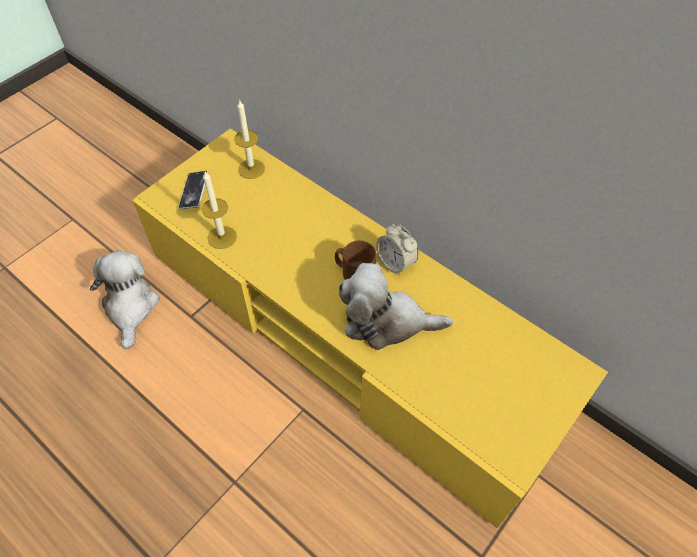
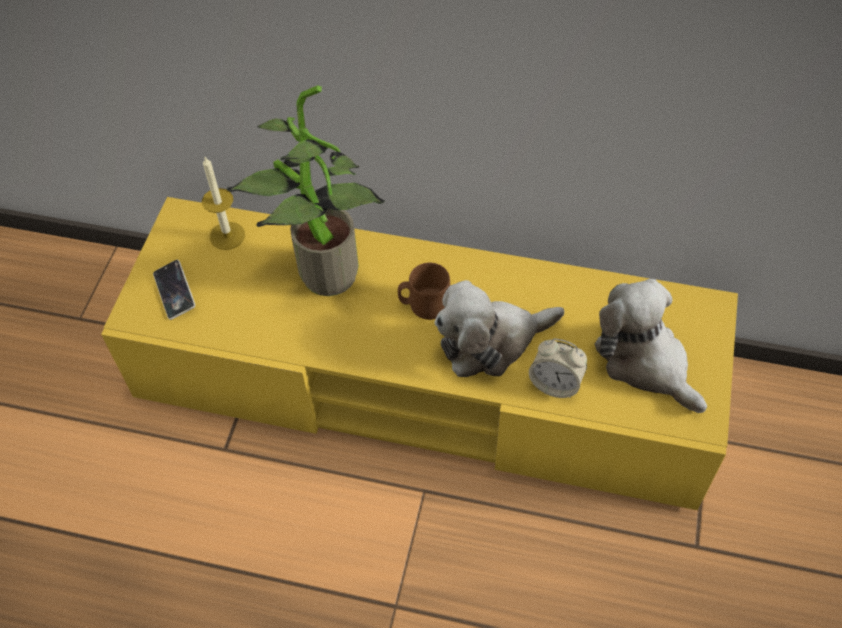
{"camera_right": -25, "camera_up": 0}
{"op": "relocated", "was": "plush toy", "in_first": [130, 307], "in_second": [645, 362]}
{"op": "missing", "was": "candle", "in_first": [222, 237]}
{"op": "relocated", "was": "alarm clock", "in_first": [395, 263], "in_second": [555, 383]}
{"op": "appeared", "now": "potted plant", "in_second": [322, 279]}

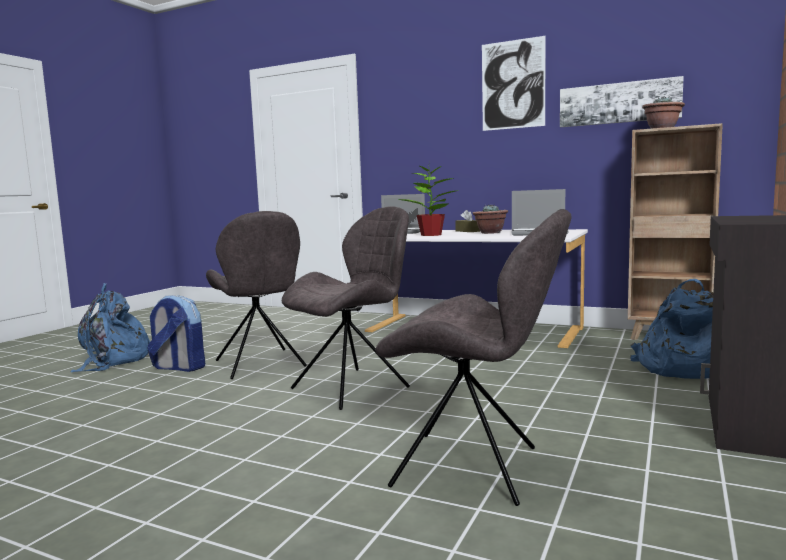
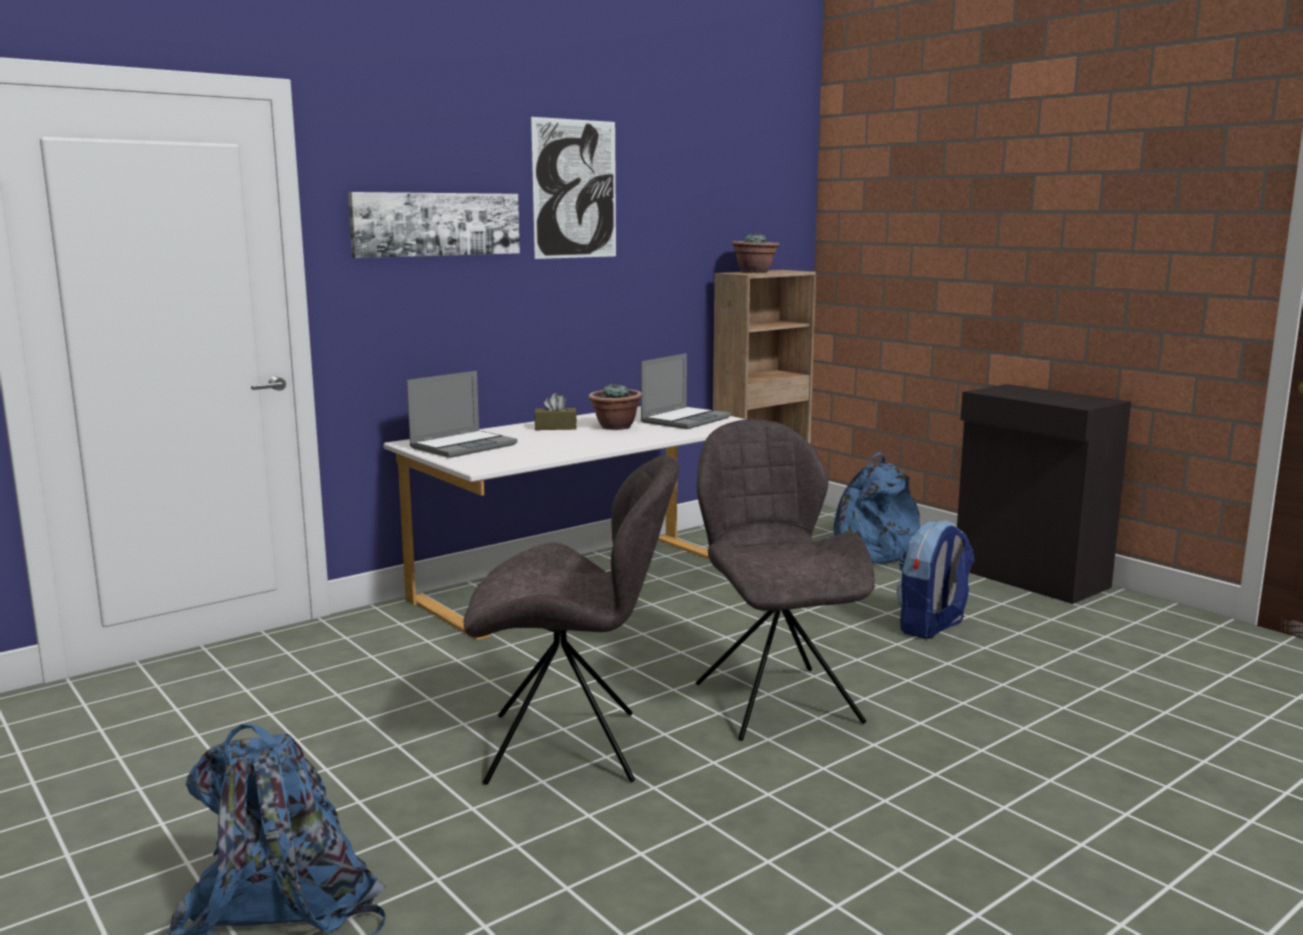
{"camera_right": -65, "camera_up": 5}
{"op": "relocated", "was": "backpack", "in_first": [179, 367], "in_second": [932, 627]}
{"op": "missing", "was": "chair (grey)", "in_first": [472, 468]}
{"op": "missing", "was": "potted plant", "in_first": [431, 235]}
{"op": "relocated", "was": "picture", "in_first": [619, 103], "in_second": [436, 224]}

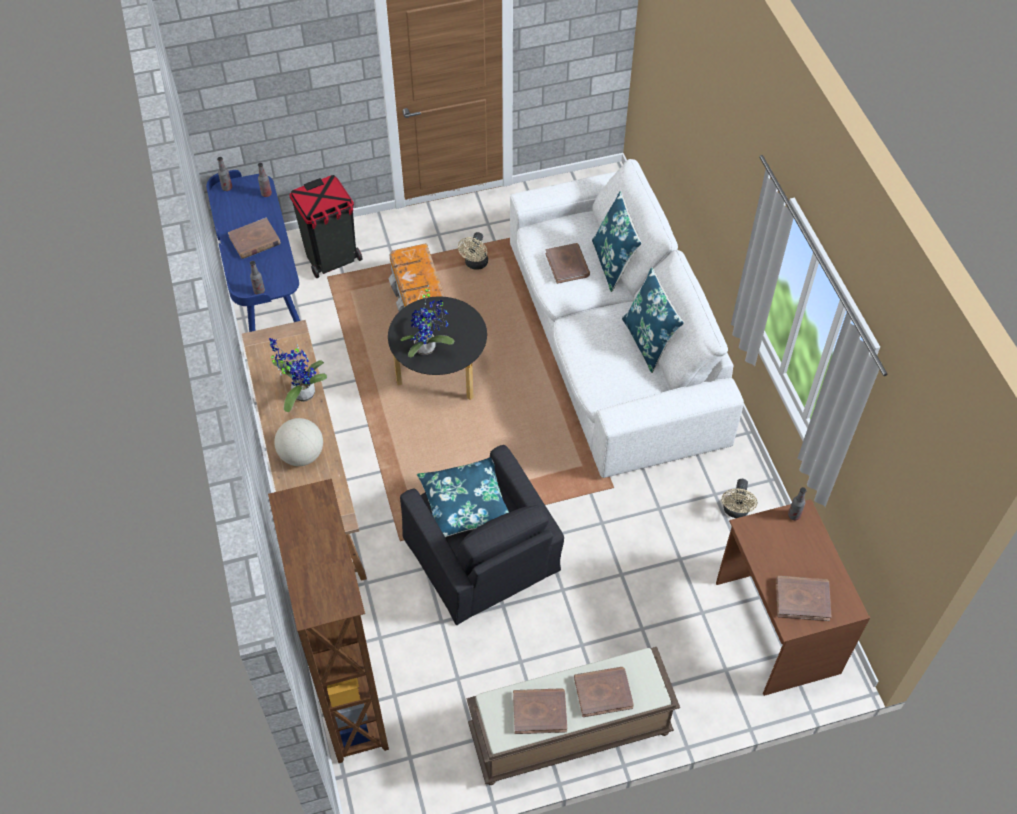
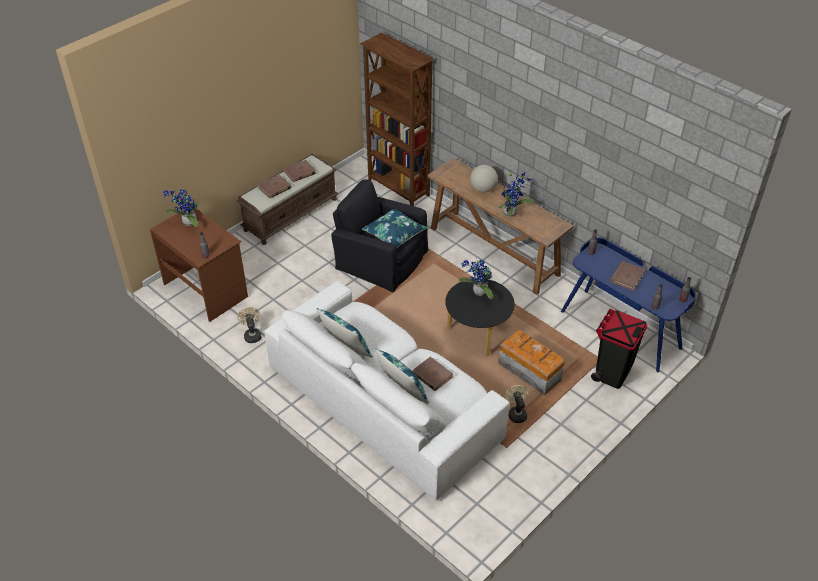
{"camera_right": 150, "camera_up": -10}
{"op": "exchanged", "was": "book (brown)", "now": "potted plant", "in_first": [802, 599], "in_second": [188, 223]}

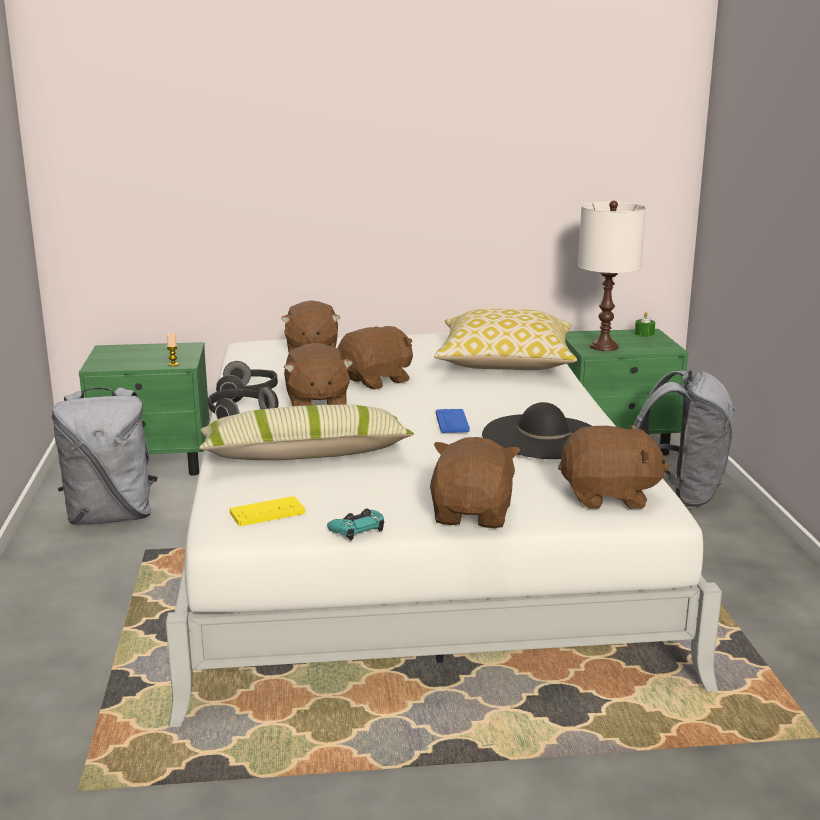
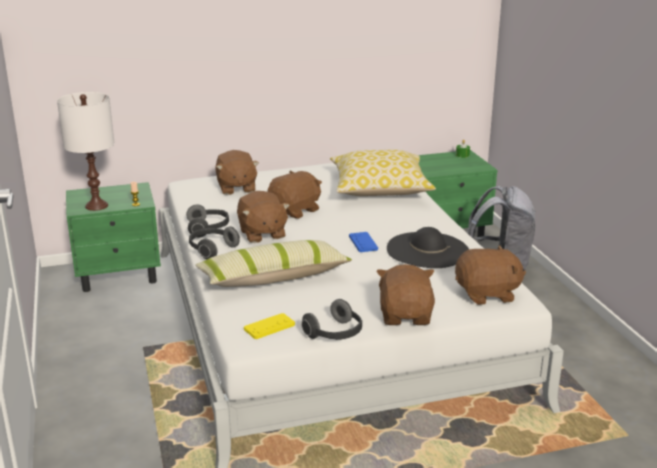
{"camera_right": -10, "camera_up": 5}
{"op": "missing", "was": "backpack (grey)", "in_first": [111, 516]}
{"op": "exchanged", "was": "game controller (turquoise)", "now": "headphones", "in_first": [357, 529], "in_second": [335, 334]}
{"op": "relocated", "was": "table lamp (white)", "in_first": [604, 347], "in_second": [96, 206]}

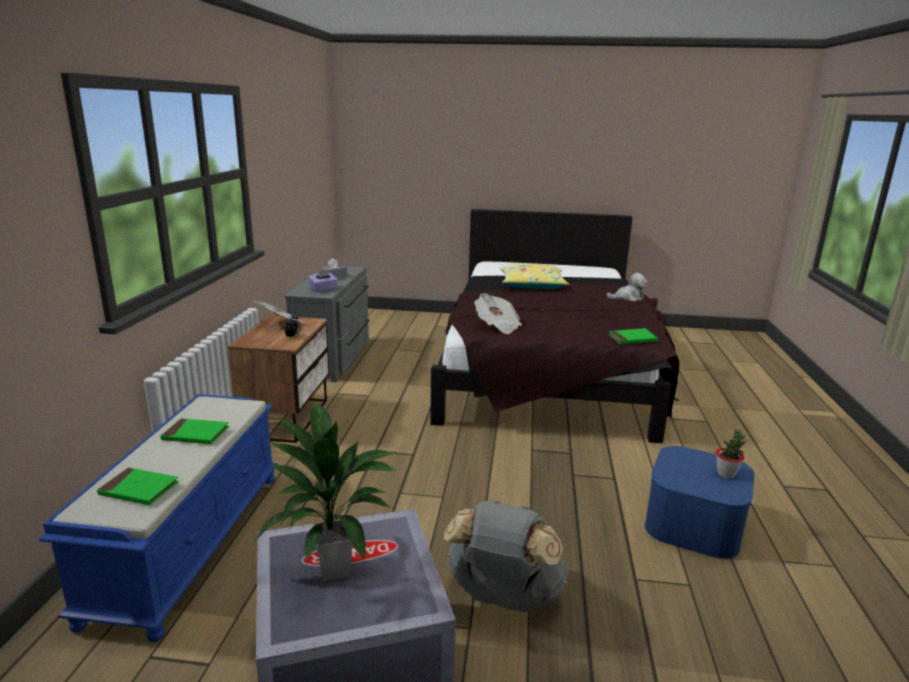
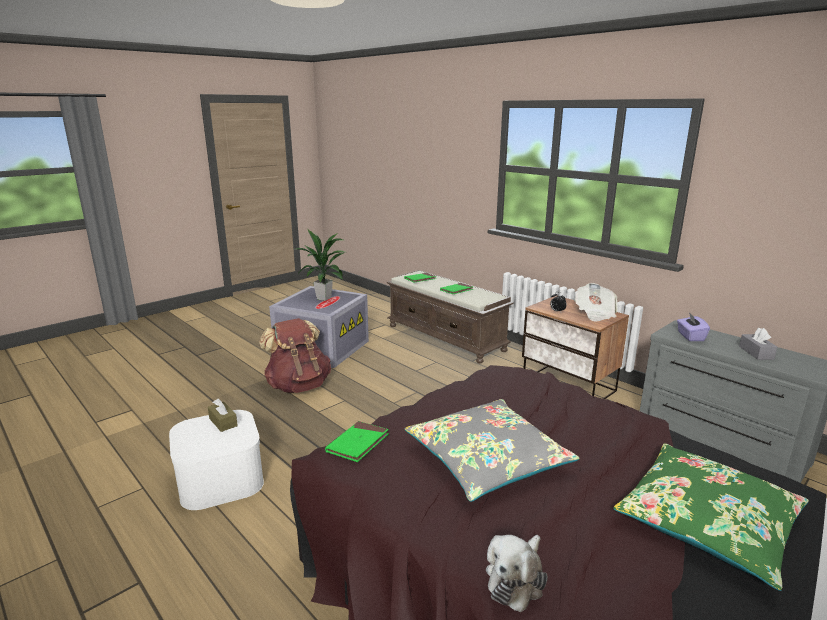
{"camera_right": 130, "camera_up": 0}
{"op": "colour", "was": "bench (blue)", "now": "bench (brown)", "in_first": [189, 541], "in_second": [446, 338]}
{"op": "colour", "was": "backpack (grey)", "now": "backpack (brown)", "in_first": [503, 598], "in_second": [298, 385]}
{"op": "missing", "was": "newspaper", "in_first": [497, 326]}
{"op": "colour", "was": "pillow (yellow)", "now": "pillow (green)", "in_first": [532, 285], "in_second": [707, 523]}
{"op": "colour", "was": "storage box (blue)", "now": "storage box (white)", "in_first": [694, 524], "in_second": [220, 479]}
{"op": "missing", "was": "potted plant", "in_first": [726, 474]}
{"op": "appeared", "now": "tissue box (brown)", "in_second": [223, 422]}
{"op": "appeared", "now": "pillow (grey)", "in_second": [487, 460]}

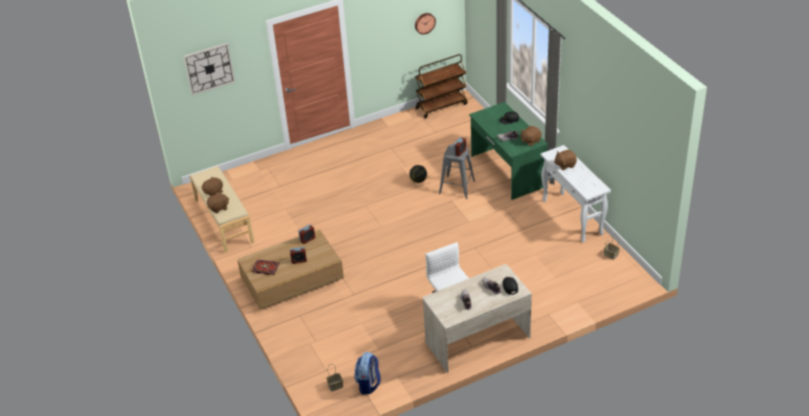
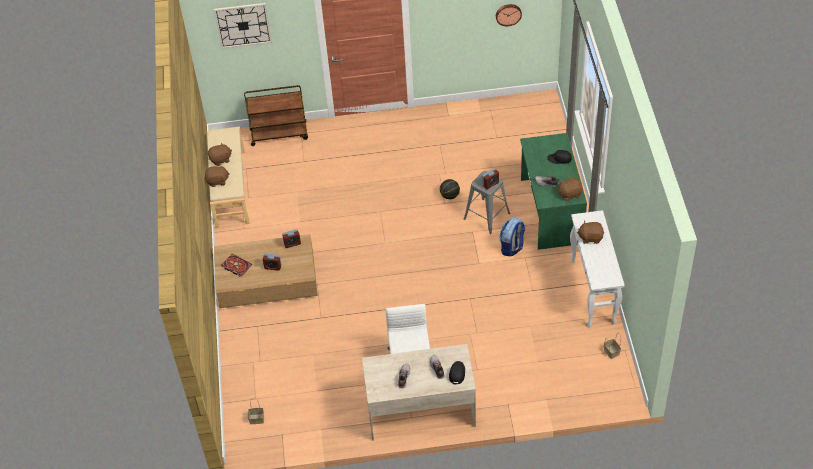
{"camera_right": 20, "camera_up": 10}
{"op": "relocated", "was": "backpack", "in_first": [368, 384], "in_second": [512, 247]}
{"op": "relocated", "was": "cart (brown)", "in_first": [441, 106], "in_second": [279, 134]}

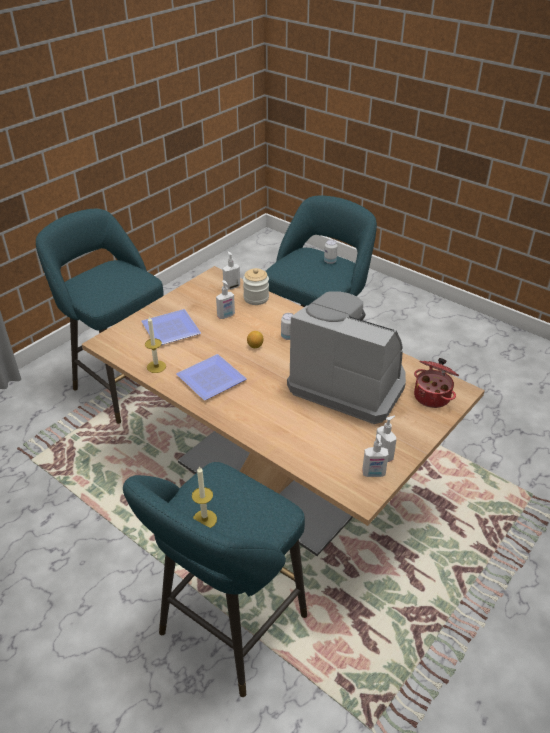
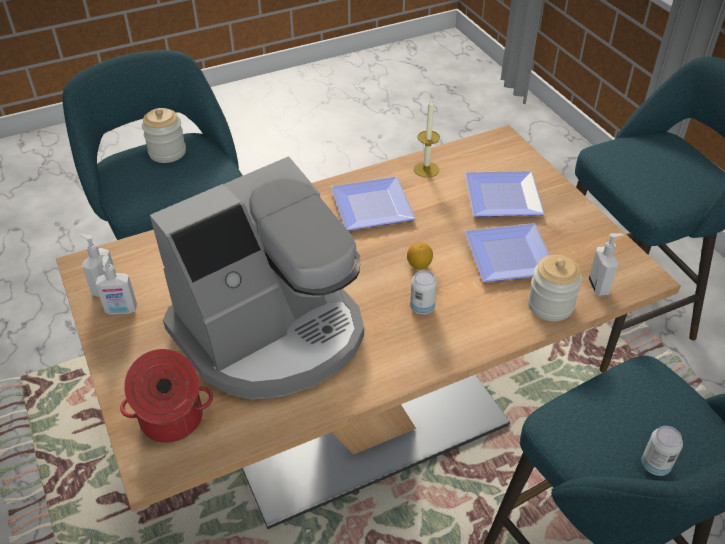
{"camera_right": 115, "camera_up": 5}
{"op": "exchanged", "was": "candle", "now": "jar", "in_first": [204, 519], "in_second": [167, 152]}
{"op": "exchanged", "was": "soap dispenser", "now": "plate", "in_first": [226, 316], "in_second": [512, 257]}

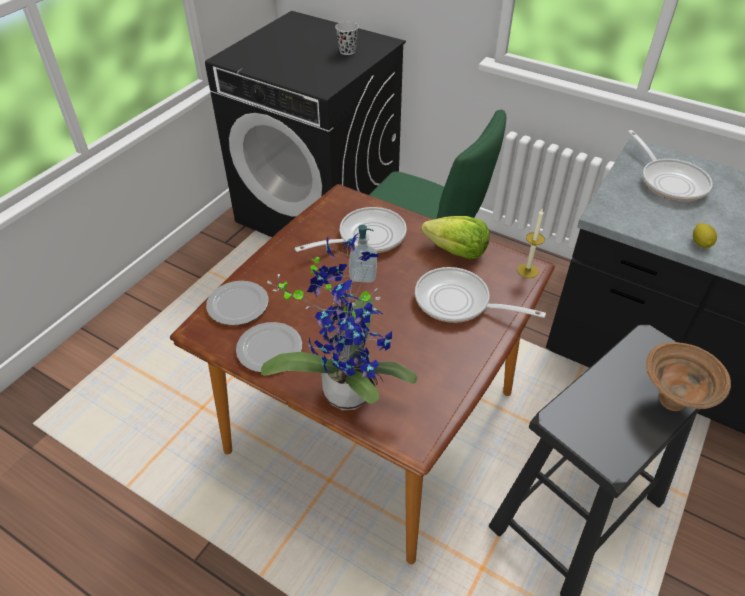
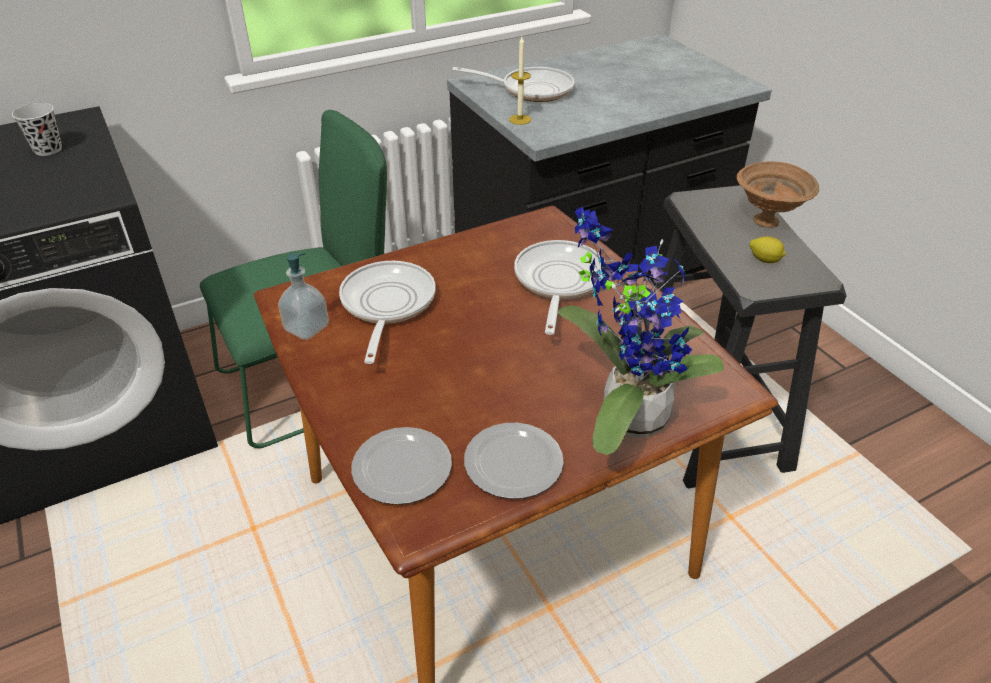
{"camera_right": -60, "camera_up": -5}
{"op": "relocated", "was": "soap dispenser", "in_first": [363, 275], "in_second": [306, 328]}
{"op": "spun", "was": "frying pan", "in_first": [458, 302], "in_second": [558, 282], "clockwise": 135}
{"op": "missing", "was": "lettuce", "in_first": [456, 251]}
{"op": "relocated", "was": "candle", "in_first": [527, 271], "in_second": [520, 119]}
{"op": "relocated", "was": "lemon", "in_first": [700, 243], "in_second": [764, 260]}

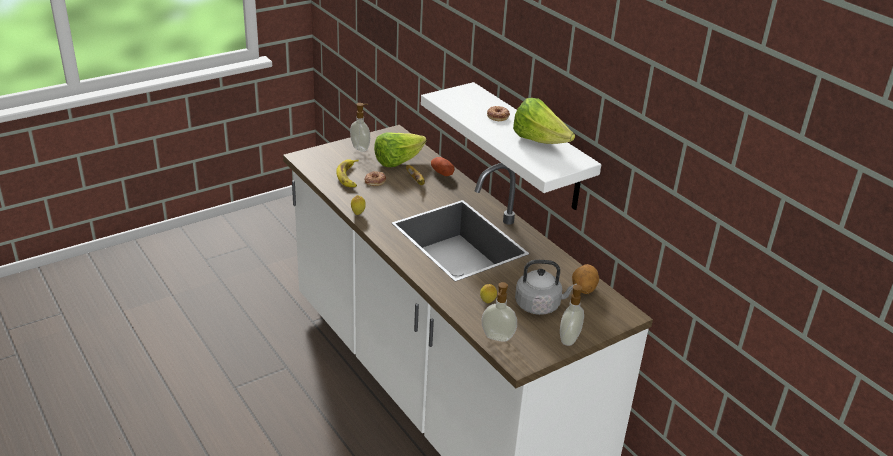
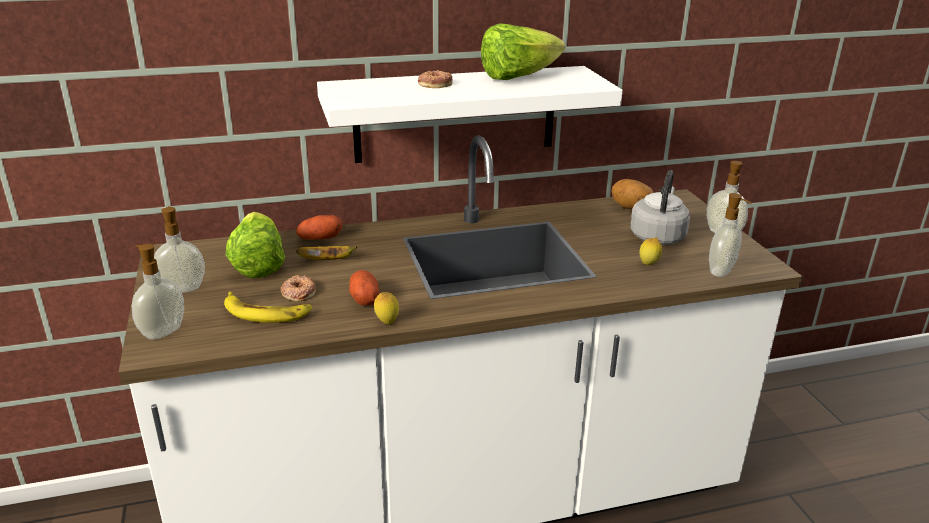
{"camera_right": -70, "camera_up": -5}
{"op": "appeared", "now": "soap dispenser", "in_second": [162, 331]}
{"op": "appeared", "now": "potato", "in_second": [364, 298]}

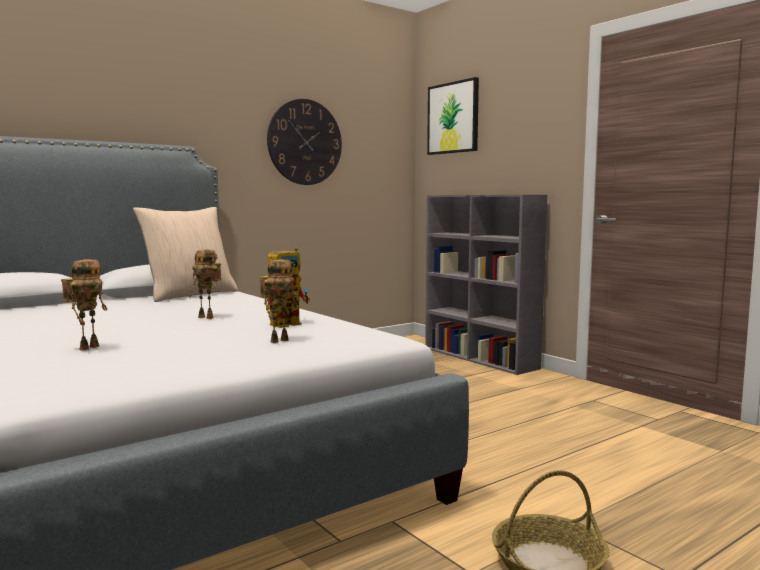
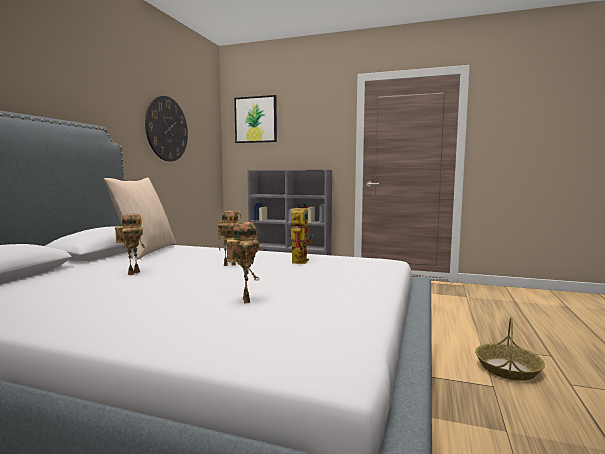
{"camera_right": -35, "camera_up": 0}
{"op": "relocated", "was": "toy robot", "in_first": [279, 340], "in_second": [133, 273]}

